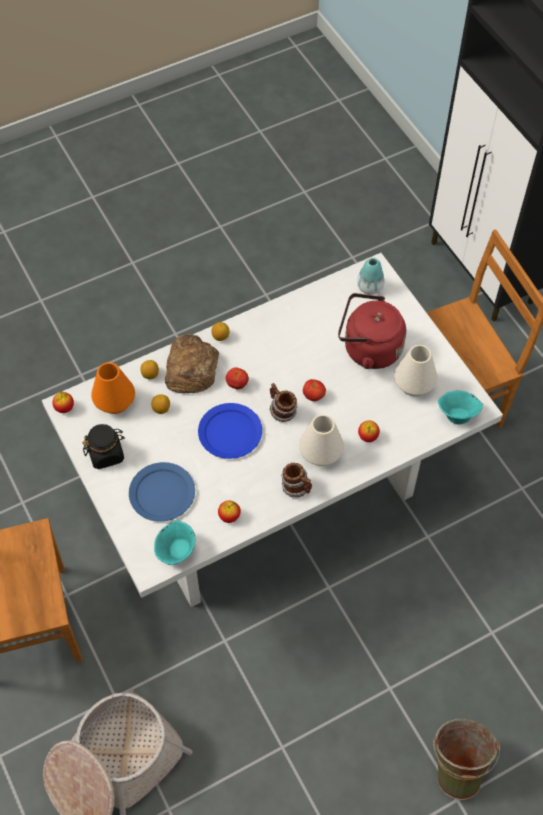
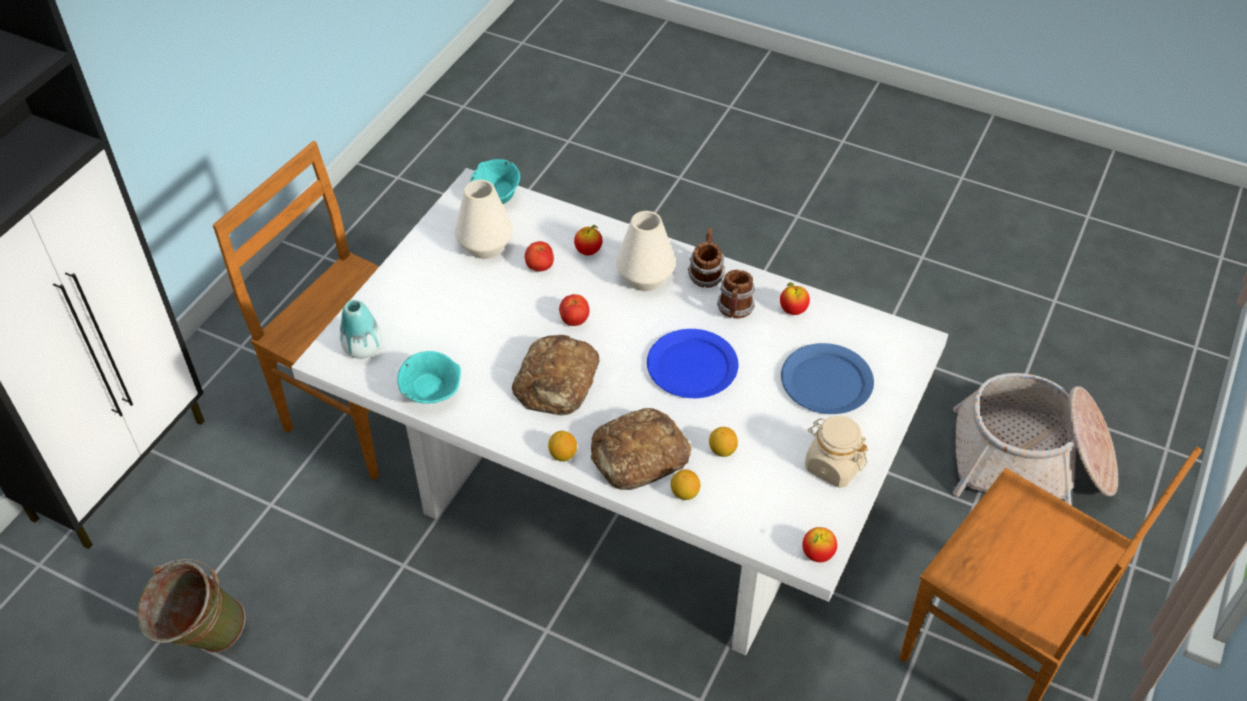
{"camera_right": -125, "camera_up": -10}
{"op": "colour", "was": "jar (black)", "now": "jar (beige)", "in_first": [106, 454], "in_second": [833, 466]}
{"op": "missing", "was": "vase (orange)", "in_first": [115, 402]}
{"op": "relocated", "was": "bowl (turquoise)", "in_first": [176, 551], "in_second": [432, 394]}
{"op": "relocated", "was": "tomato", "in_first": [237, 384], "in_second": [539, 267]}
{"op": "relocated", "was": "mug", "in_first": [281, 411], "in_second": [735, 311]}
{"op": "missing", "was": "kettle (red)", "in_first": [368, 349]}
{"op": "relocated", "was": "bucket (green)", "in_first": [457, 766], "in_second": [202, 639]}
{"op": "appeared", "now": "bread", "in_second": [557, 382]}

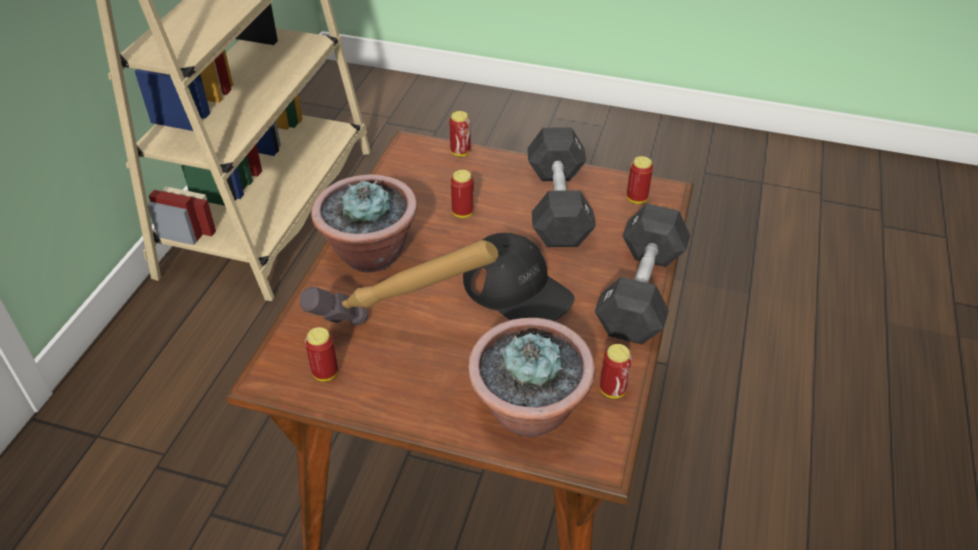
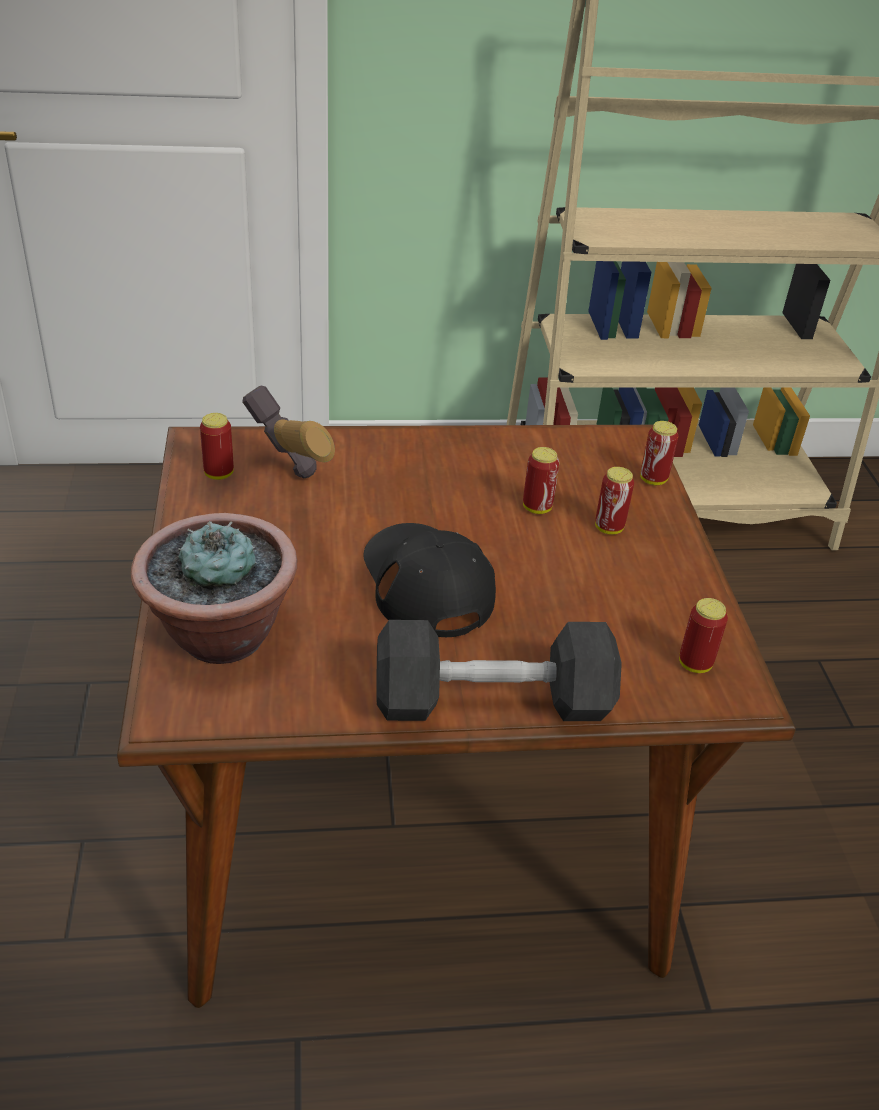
{"camera_right": 65, "camera_up": -5}
{"op": "missing", "was": "potted plant", "in_first": [369, 254]}
{"op": "spun", "was": "cap (black)", "in_first": [517, 289], "in_second": [426, 582], "clockwise": 135}
{"op": "missing", "was": "dumbbell (black)", "in_first": [558, 205]}
{"op": "relocated", "was": "can", "in_first": [612, 390], "in_second": [609, 528]}

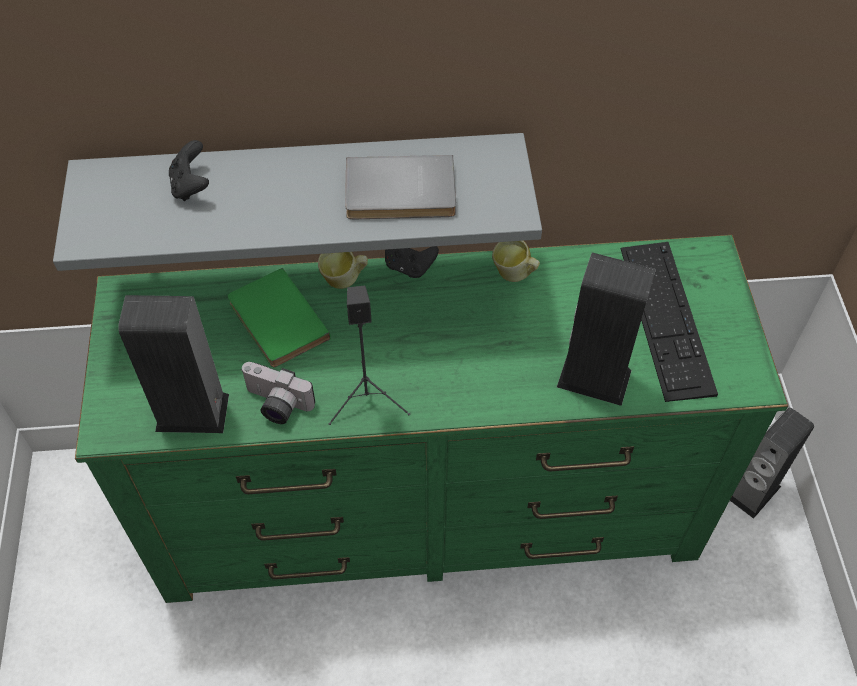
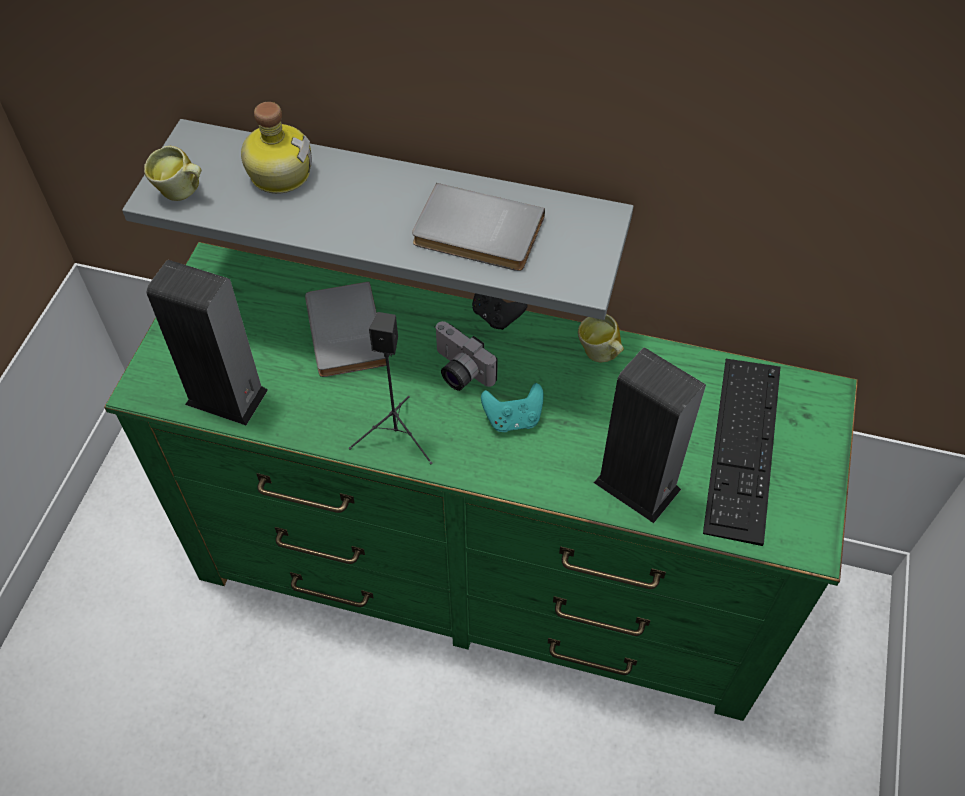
{"camera_right": 20, "camera_up": 0}
{"op": "exchanged", "was": "game controller (black)", "now": "bottle", "in_first": [191, 186], "in_second": [279, 173]}
{"op": "colour", "was": "book (green)", "now": "book (grey)", "in_first": [275, 322], "in_second": [342, 333]}
{"op": "relocated", "was": "photo camera", "in_first": [275, 405], "in_second": [458, 371]}
{"op": "relocated", "was": "mug", "in_first": [344, 281], "in_second": [182, 194]}
{"op": "missing", "was": "speaker", "in_first": [753, 492]}
{"op": "appeared", "now": "game controller (turquoise)", "in_second": [513, 419]}

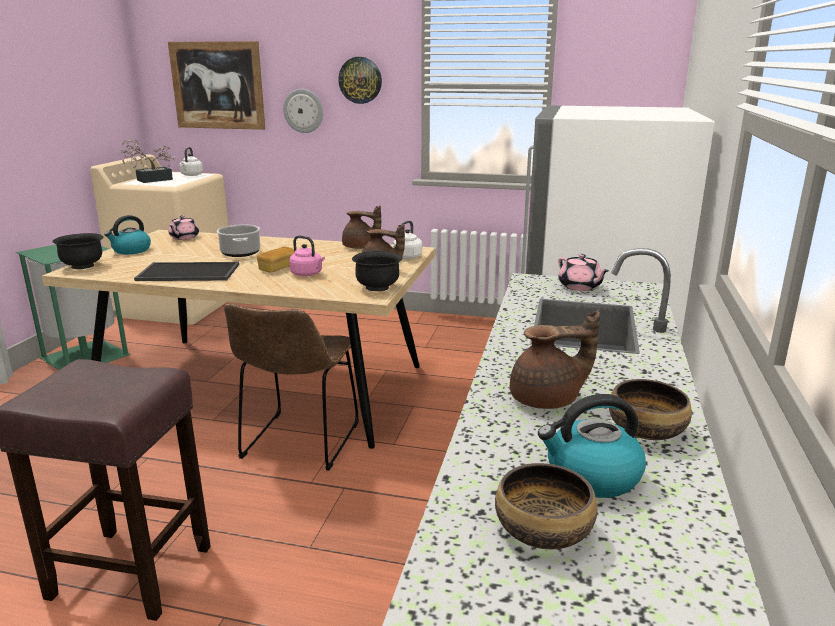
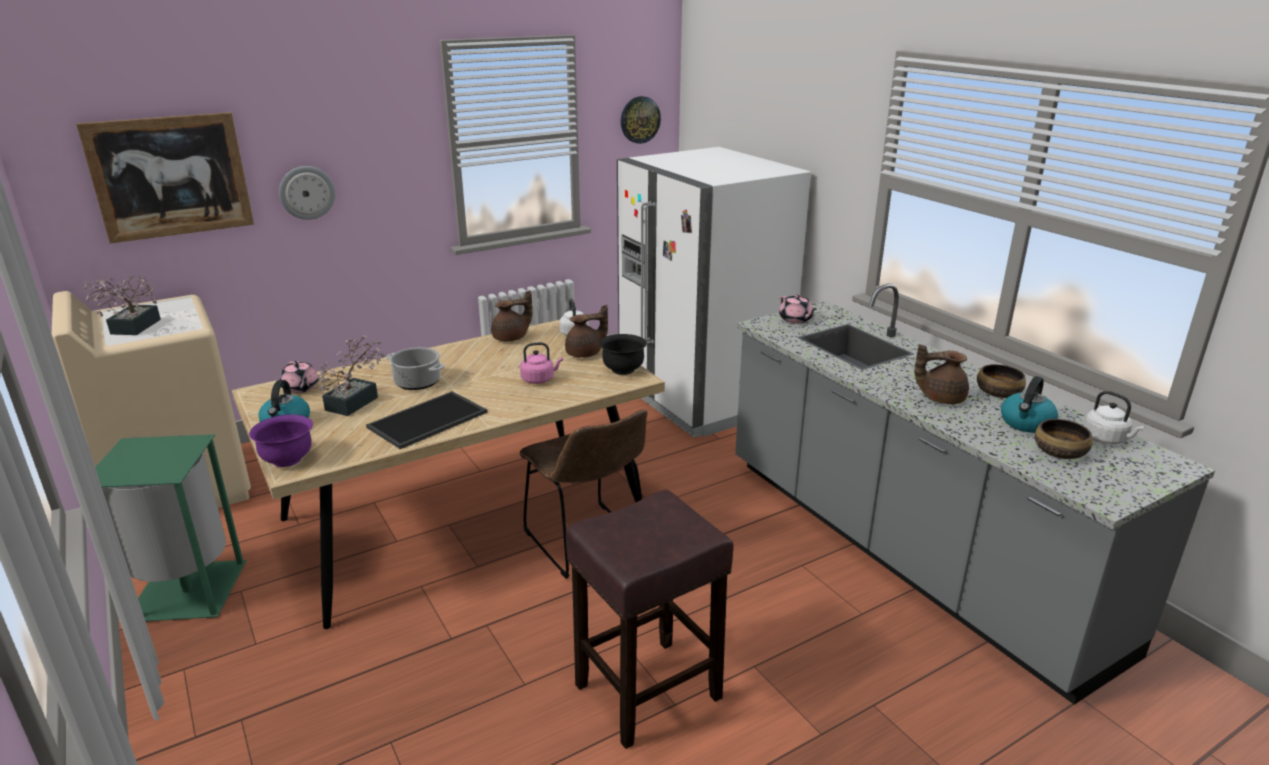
{"camera_right": -45, "camera_up": 5}
{"op": "colour", "was": "bowl (black)", "now": "bowl (purple)", "in_first": [83, 266], "in_second": [287, 460]}
{"op": "relocated", "was": "kettle (white)", "in_first": [191, 175], "in_second": [1107, 439]}
{"op": "missing", "was": "bread", "in_first": [277, 268]}
{"op": "relocated", "was": "wall clock", "in_first": [360, 80], "in_second": [640, 119]}
{"op": "spun", "was": "teapot (brown)", "in_first": [547, 400], "in_second": [940, 398], "clockwise": -120}
{"op": "spun", "was": "teapot (pink)", "in_first": [580, 287], "in_second": [796, 320], "clockwise": 45}
{"op": "appeared", "now": "potted plant", "in_second": [356, 401]}

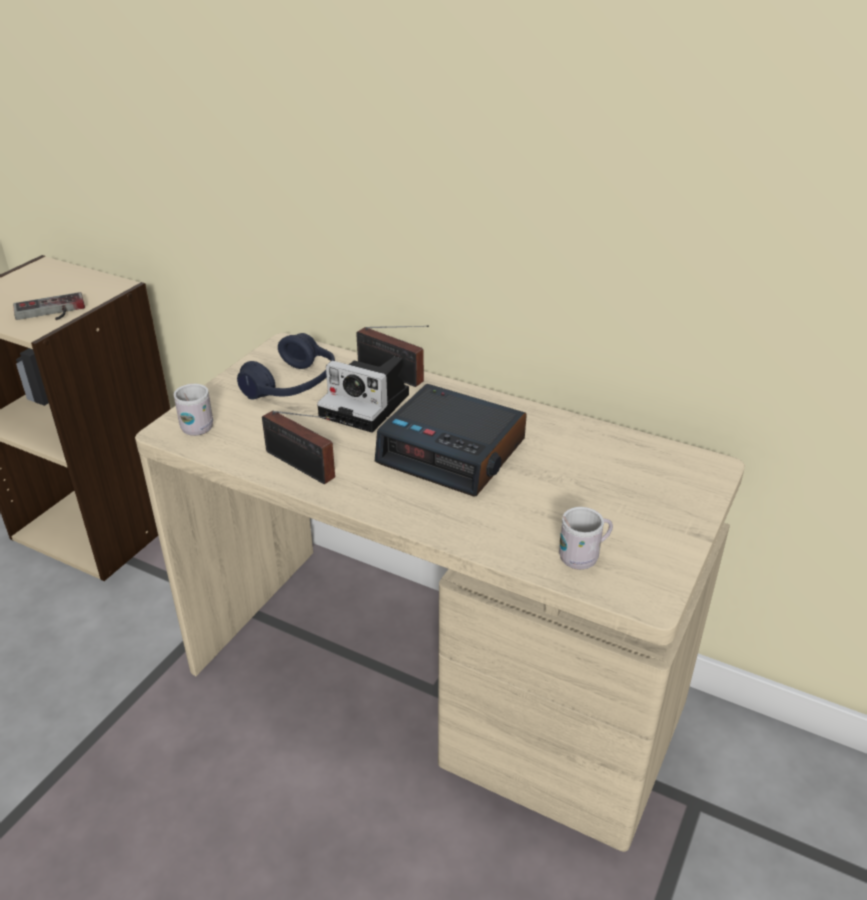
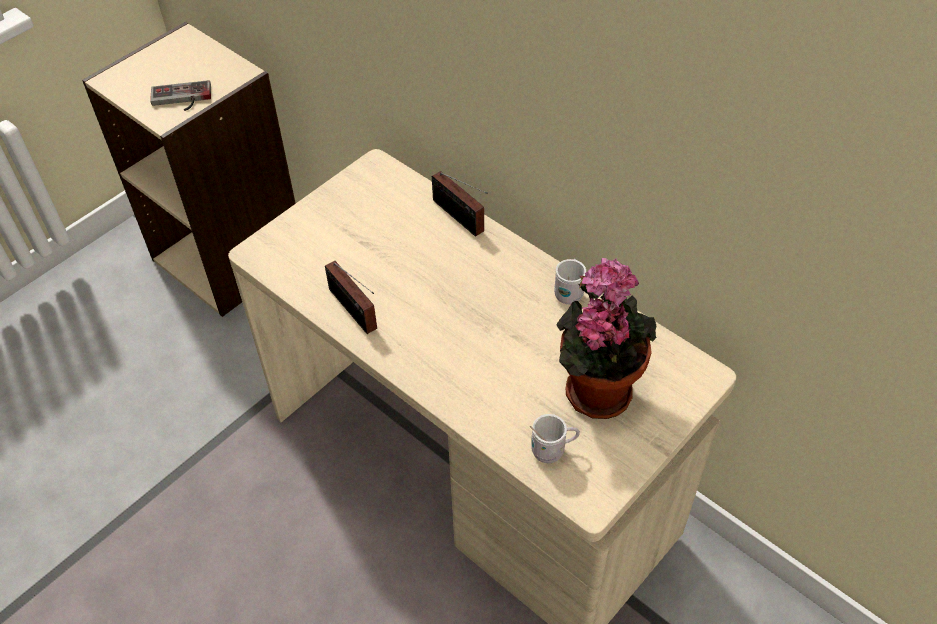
{"camera_right": 15, "camera_up": 15}
{"op": "relocated", "was": "mug (white)", "in_first": [198, 426], "in_second": [569, 292]}
{"op": "missing", "was": "headphones (blue)", "in_first": [292, 385]}
{"op": "missing", "was": "photo camera", "in_first": [368, 406]}
{"op": "missing", "was": "alarm clock", "in_first": [453, 452]}
{"op": "appeared", "now": "potted plant", "in_second": [596, 387]}

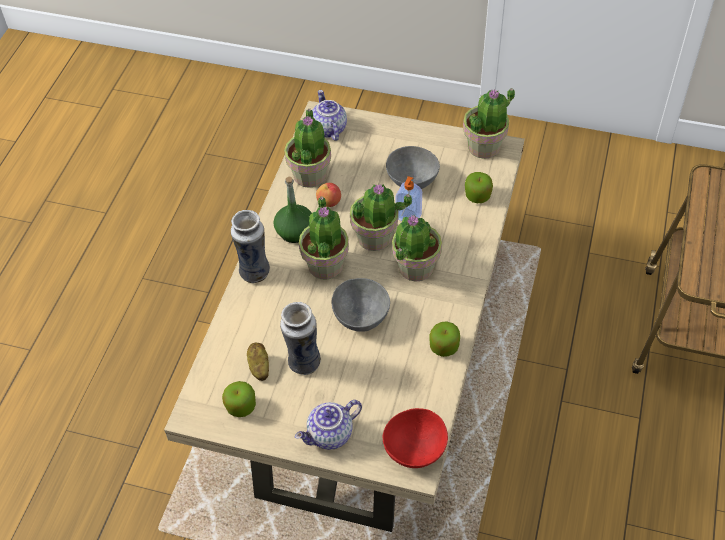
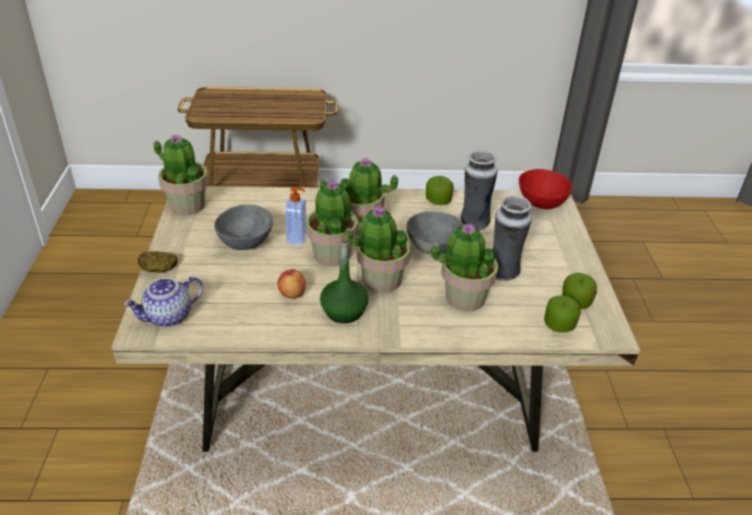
{"camera_right": -110, "camera_up": -15}
{"op": "relocated", "was": "vase", "in_first": [254, 271], "in_second": [473, 223]}
{"op": "relocated", "was": "potato", "in_first": [259, 367], "in_second": [159, 270]}
{"op": "relocated", "was": "potted plant", "in_first": [310, 175], "in_second": [464, 298]}
{"op": "missing", "was": "teapot", "in_first": [330, 435]}
{"op": "relocated", "was": "apple", "in_first": [477, 196], "in_second": [559, 325]}

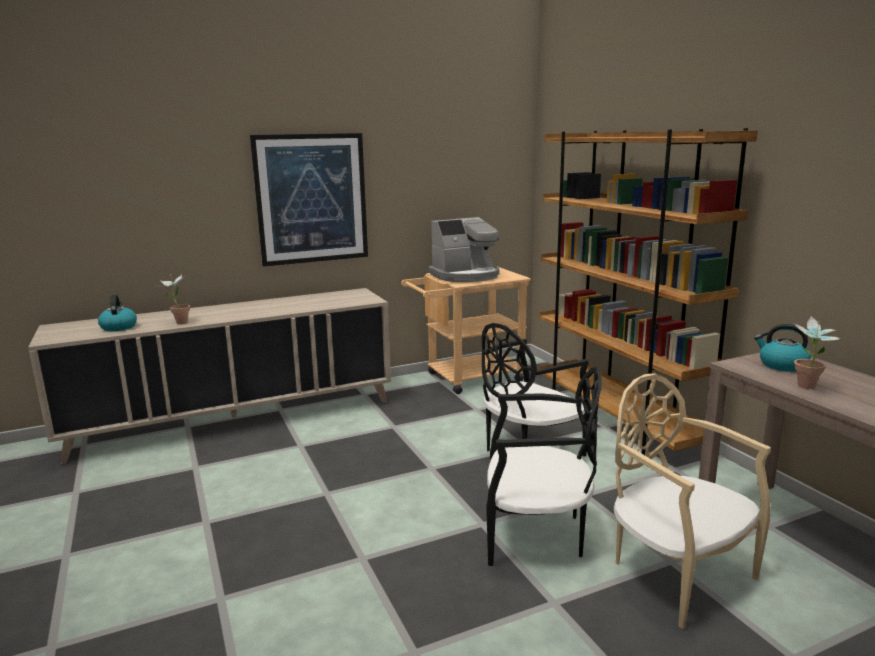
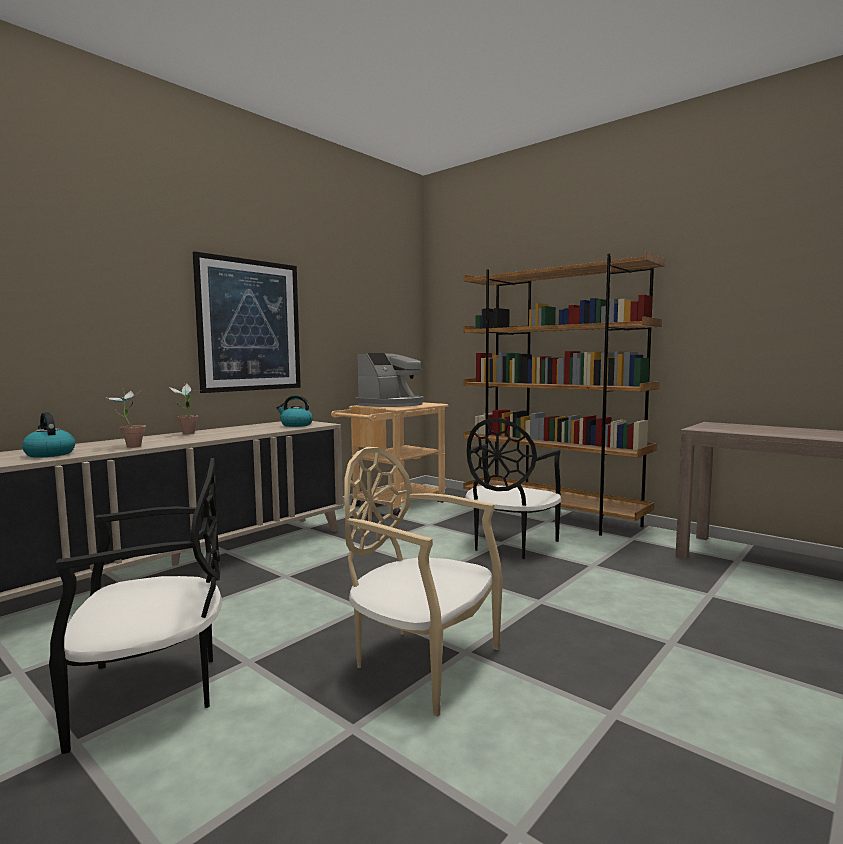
{"camera_right": -25, "camera_up": -10}
{"op": "relocated", "was": "chair (black)", "in_first": [536, 534], "in_second": [152, 693]}
{"op": "relocated", "was": "chair (beige)", "in_first": [676, 573], "in_second": [422, 662]}
{"op": "relocated", "was": "kettle", "in_first": [782, 365], "in_second": [296, 425]}
{"op": "relocated", "was": "potted plant", "in_first": [808, 388], "in_second": [187, 434]}

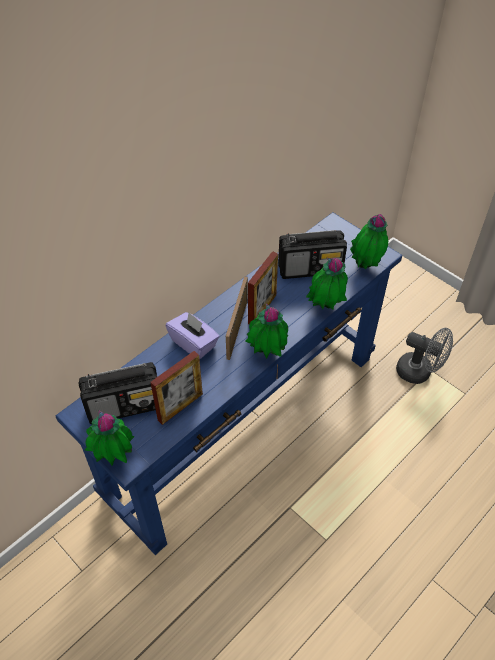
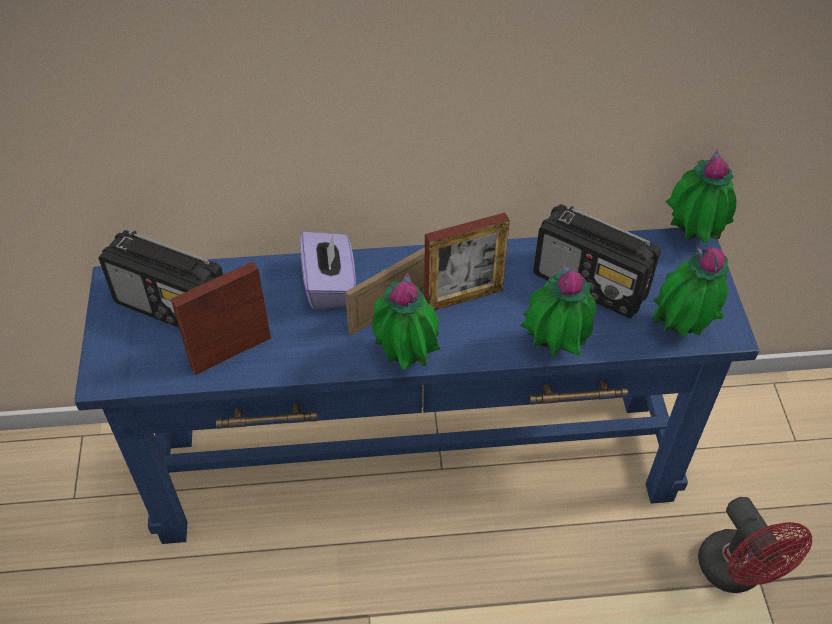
{"camera_right": 40, "camera_up": 0}
{"op": "relocated", "was": "potted plant", "in_first": [114, 458], "in_second": [691, 239]}
{"op": "spun", "was": "picture frame", "in_first": [180, 407], "in_second": [231, 352], "clockwise": 150}
{"op": "colour", "was": "fan (grey)", "now": "fan (red)", "in_first": [419, 372], "in_second": [737, 574]}

